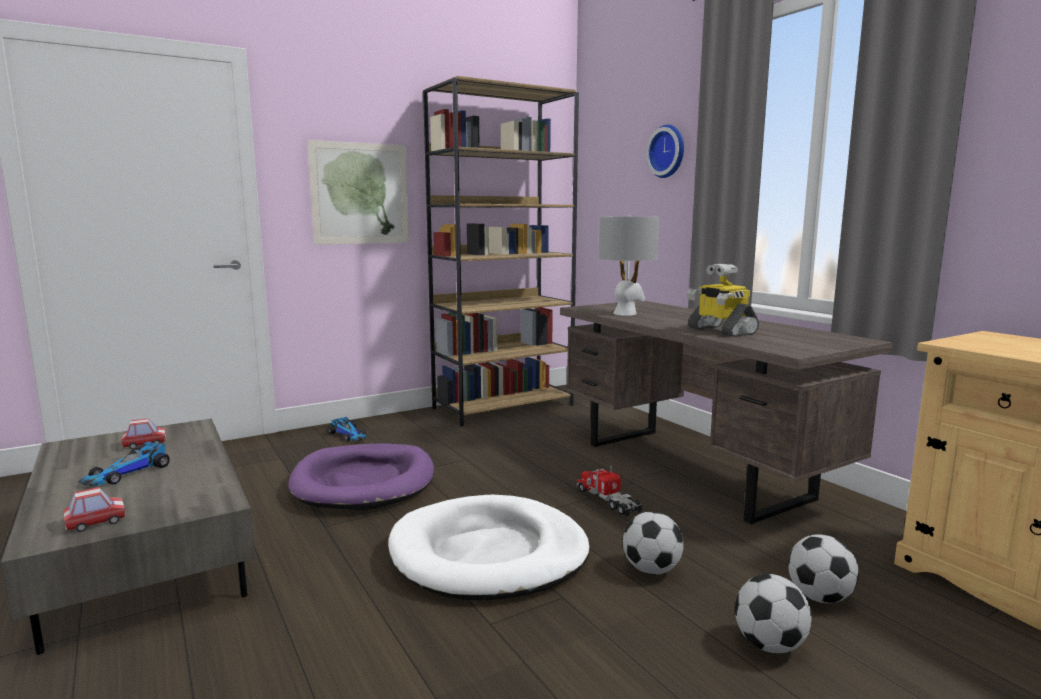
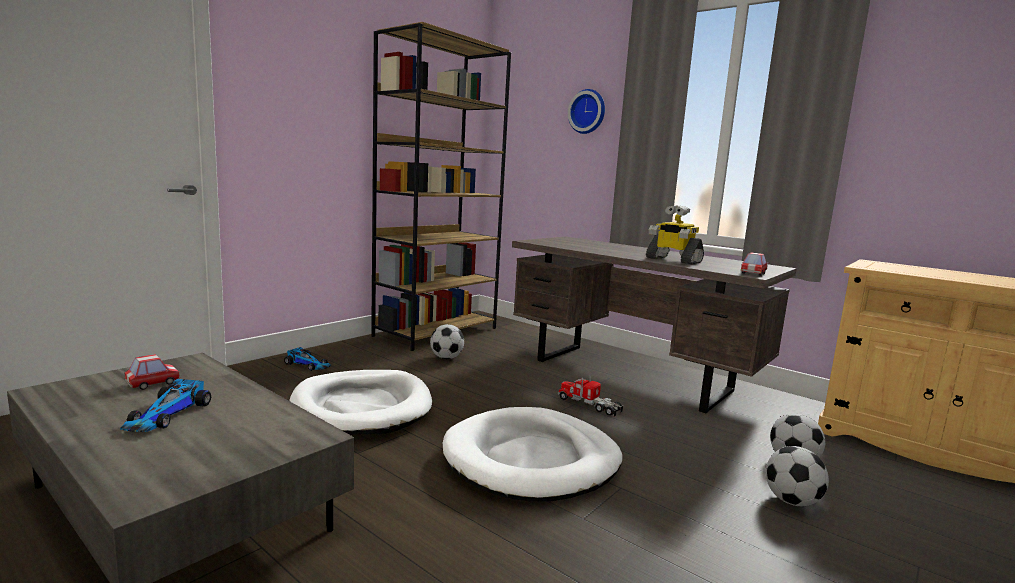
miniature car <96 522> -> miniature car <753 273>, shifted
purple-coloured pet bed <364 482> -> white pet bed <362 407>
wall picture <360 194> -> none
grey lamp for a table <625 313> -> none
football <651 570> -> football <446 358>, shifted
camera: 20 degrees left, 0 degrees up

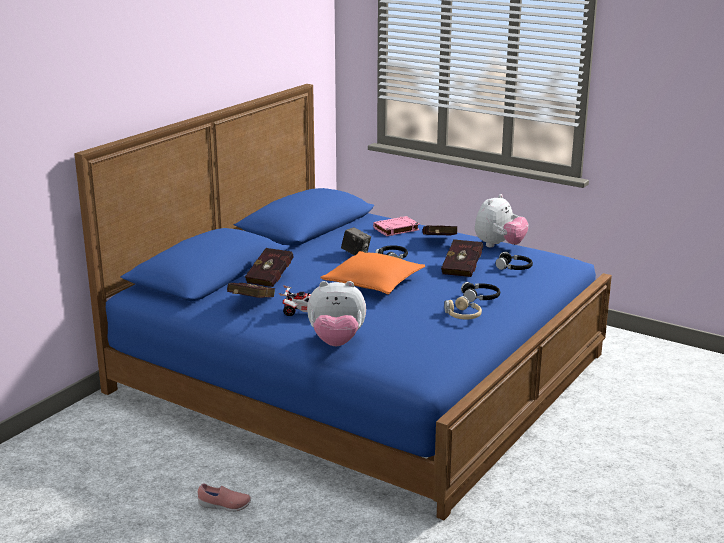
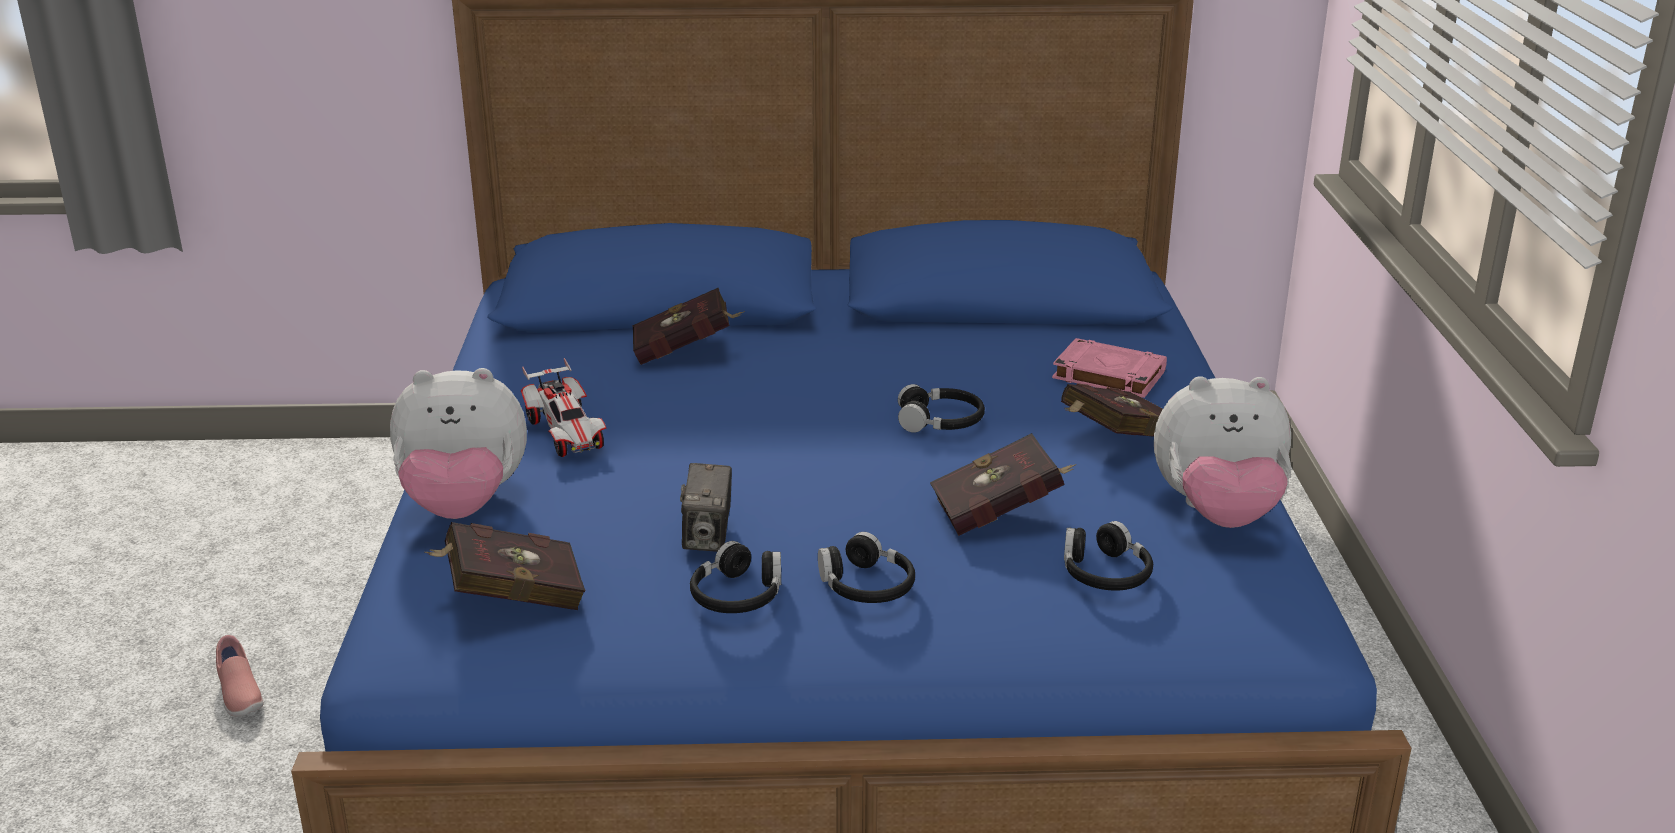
reddish bound book <250 303> -> reddish bound book <510 597>, shifted
plush toy <336 342> -> plush toy <464 505>, 60 degrees counterclockwise
orange pillow <373 283> -> none
photo camera <356 254> -> photo camera <708 538>, shifted
beige headset <462 315> -> black-coloured headset <738 595>
camera: 55 degrees right, 5 degrees up

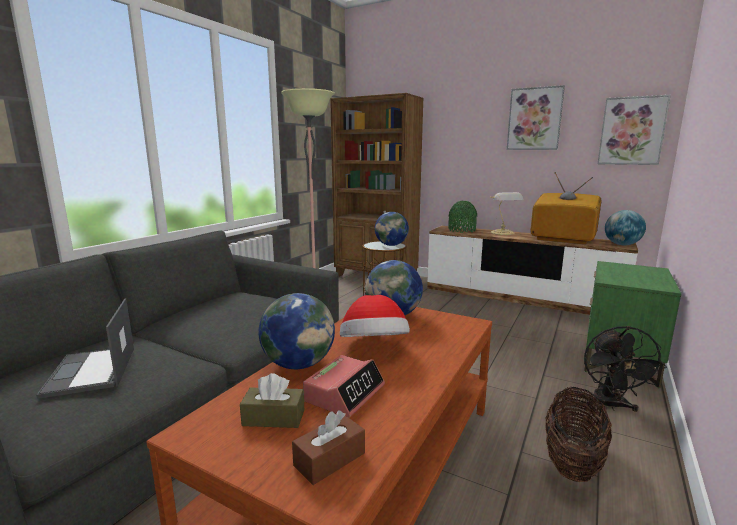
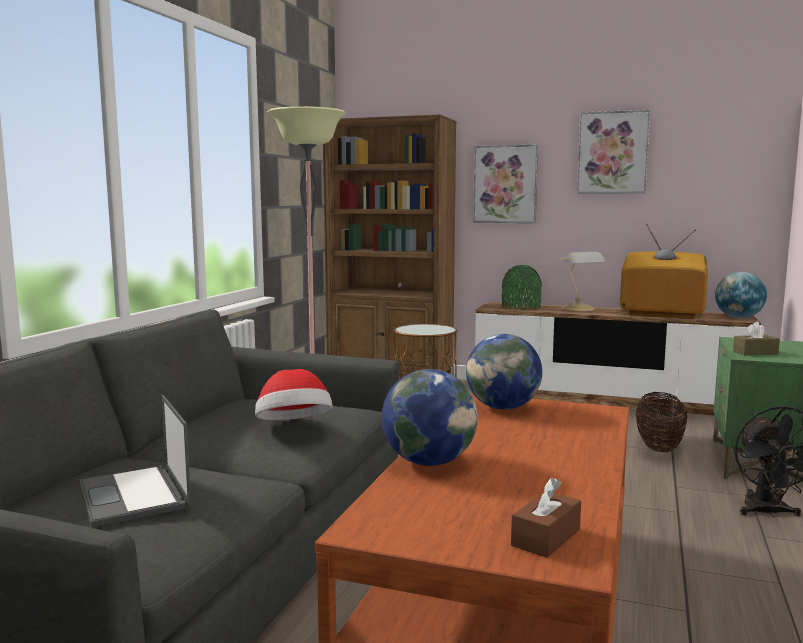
brown-coloured tissue box <273 418> -> brown-coloured tissue box <755 352>, shifted
bedside clock <345 393> -> none
wearable hat <374 347> -> wearable hat <294 428>, shifted
desk globe <391 245> -> none
storage basket <572 461> -> storage basket <659 447>, shifted
wall picture <632 131> -> wall picture <505 184>, shifted
camera: 10 degrees left, 5 degrees down

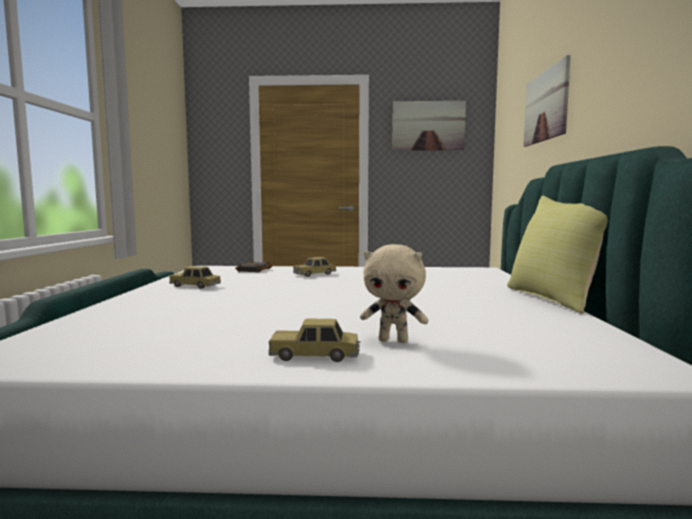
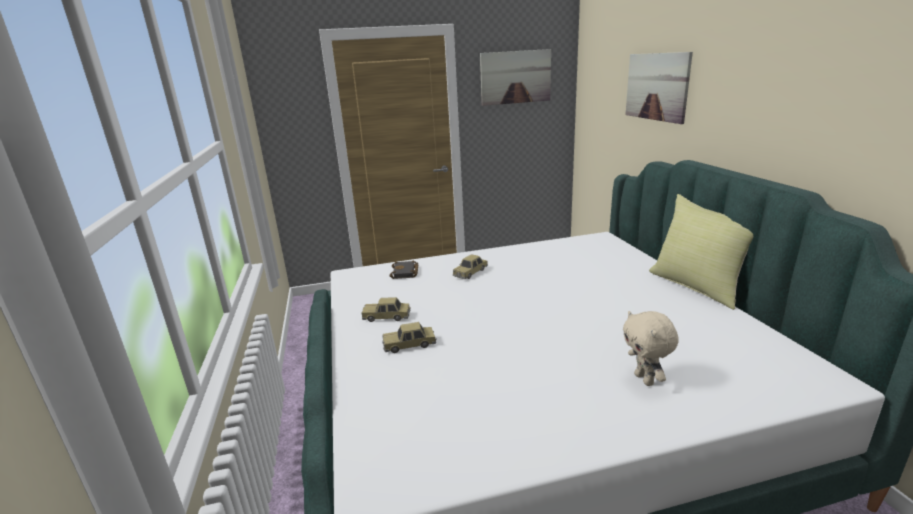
miniature car <315 355> -> miniature car <409 345>, shifted
beige plush toy <394 340> -> beige plush toy <645 379>, 75 degrees clockwise
camera: 15 degrees left, 15 degrees up

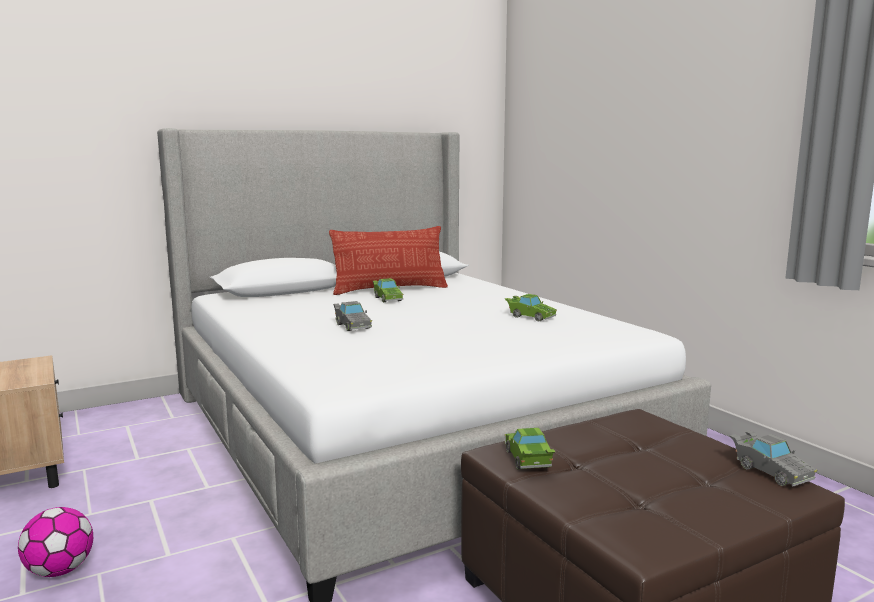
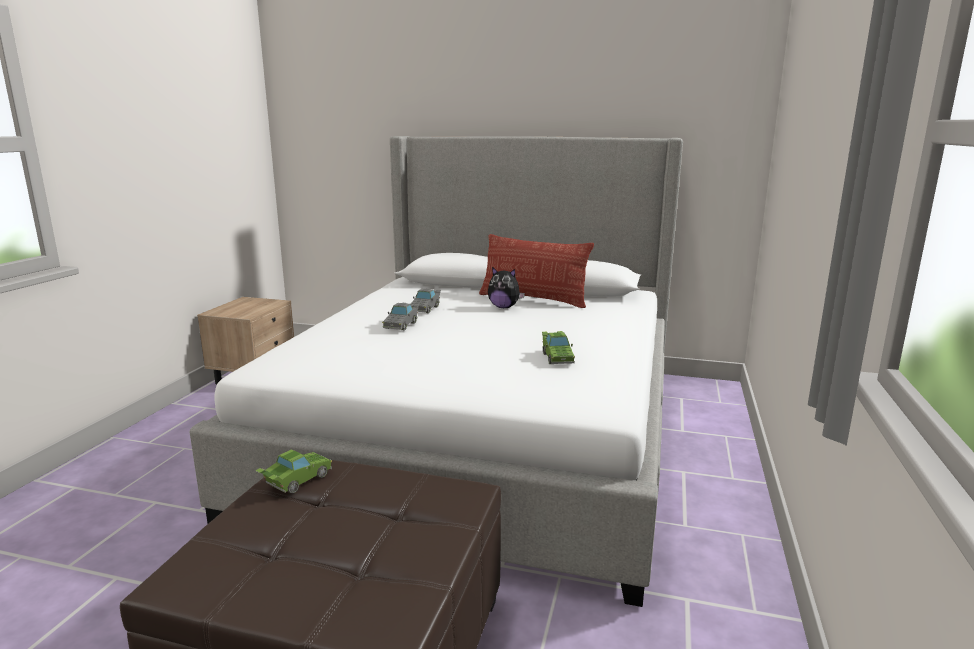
football <60 571> -> none
green miniature car <387 298> -> plush toy <504 307>
grey miniature car <769 471> -> grey miniature car <425 308>, shifted
camera: 45 degrees right, 5 degrees up

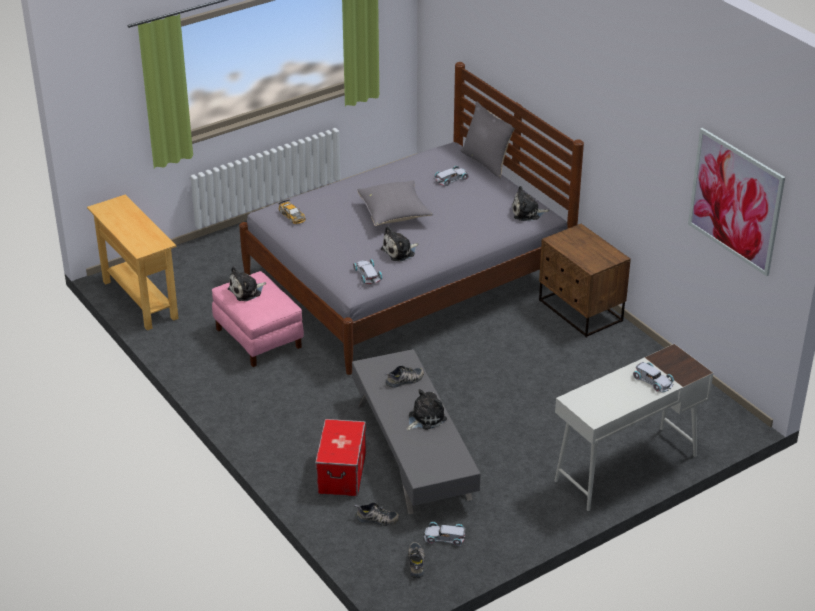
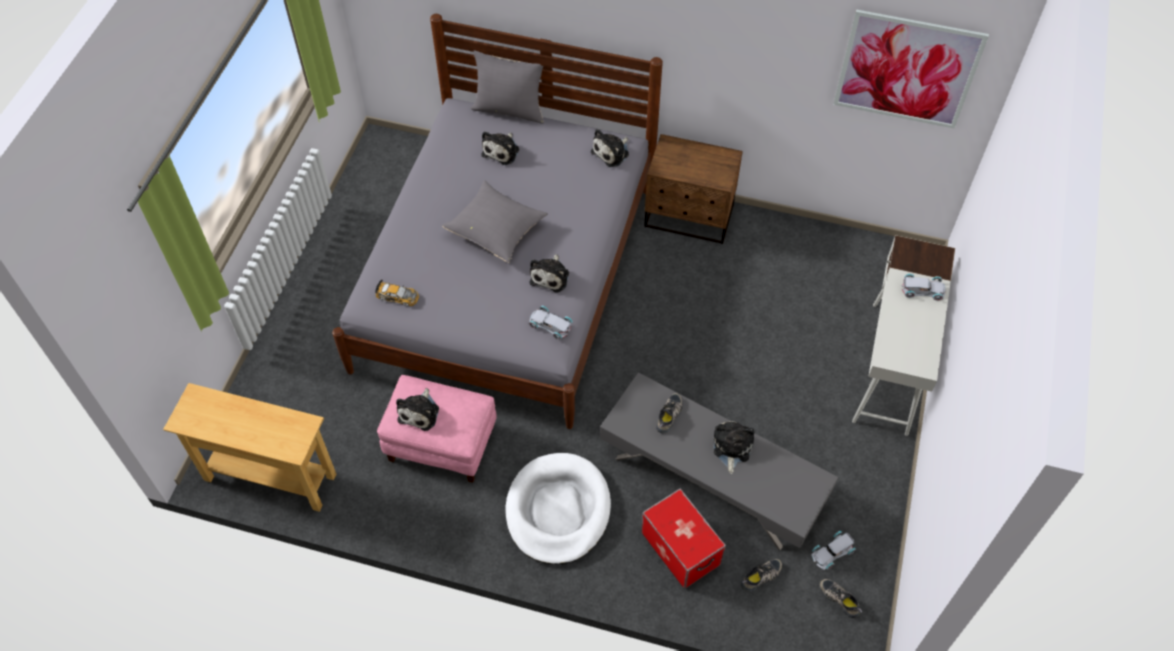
white miniature car <452 179> -> plush toy <502 151>
none -> white pet bed <558 510>
camera: 40 degrees left, 20 degrees up

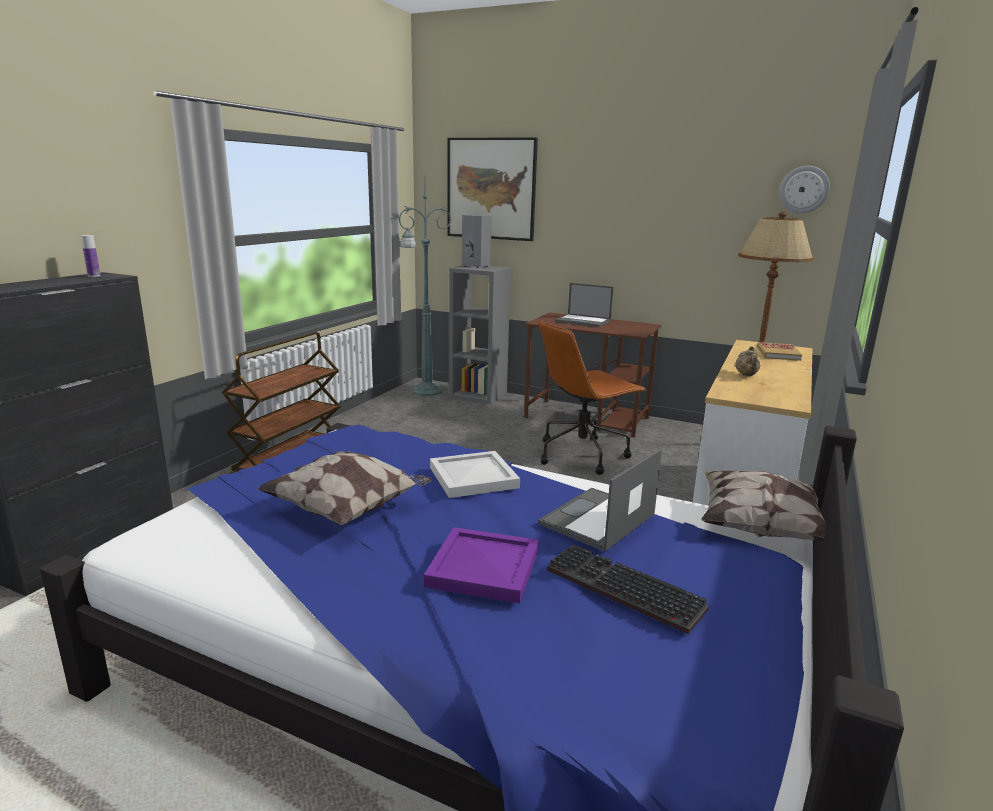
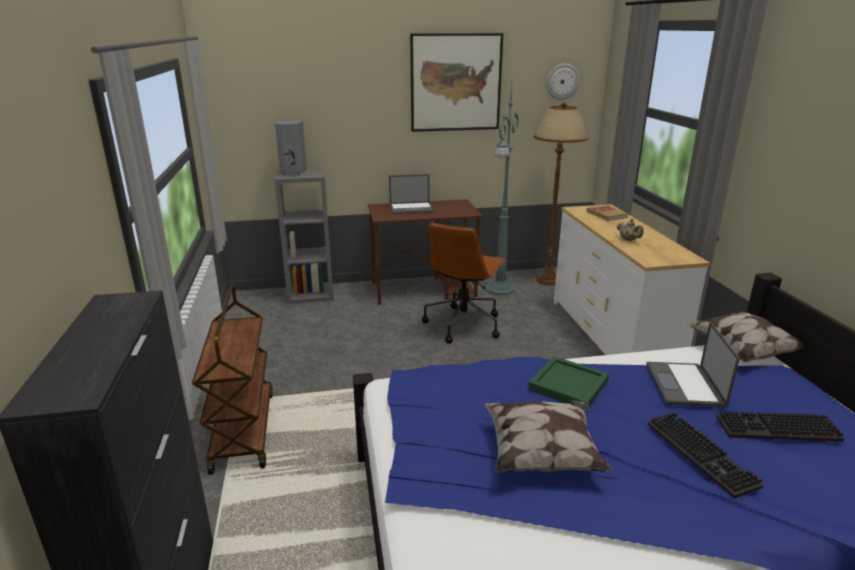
beverage bottle <94 276> -> none
green floor lamp <425 391> -> green floor lamp <499 289>, shifted
purple-coloured carrying tray <485 569> -> keyboard <703 455>
white carrying tray <474 477> -> green carrying tray <568 384>
wall picture <491 189> -> wall picture <455 83>, shifted
camera: 35 degrees left, 5 degrees up

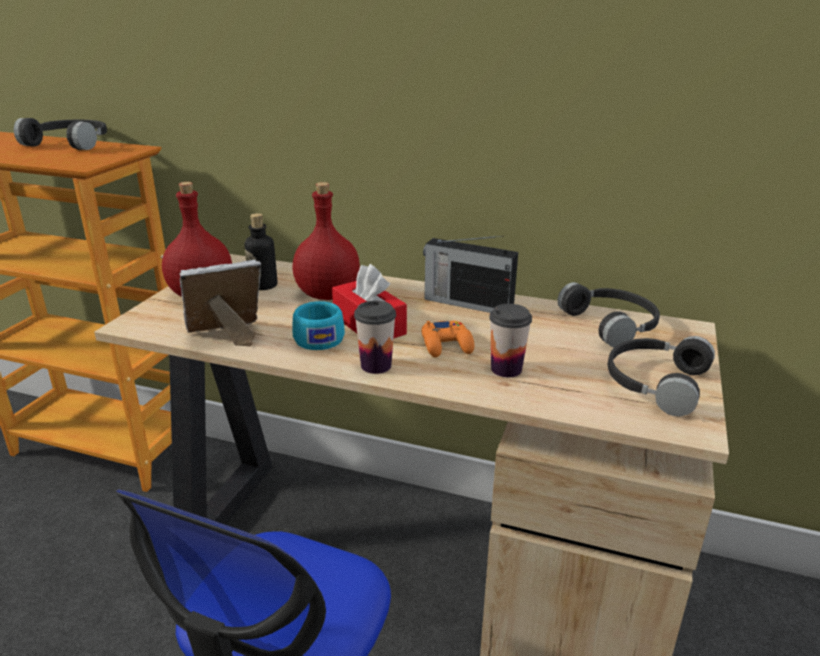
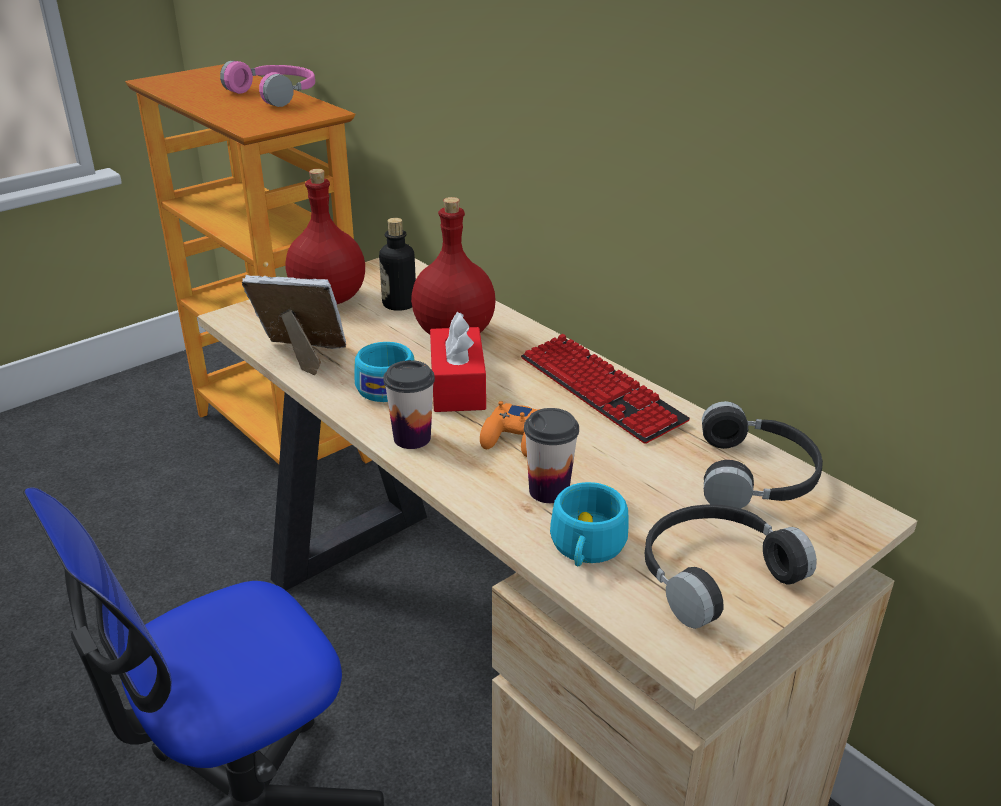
black-coloured headset <71 143> -> pinkish headset <276 94>
radio receiver <466 303> -> keyboard <600 390>
none -> turquoise small cup <586 548>
camera: 30 degrees right, 5 degrees up

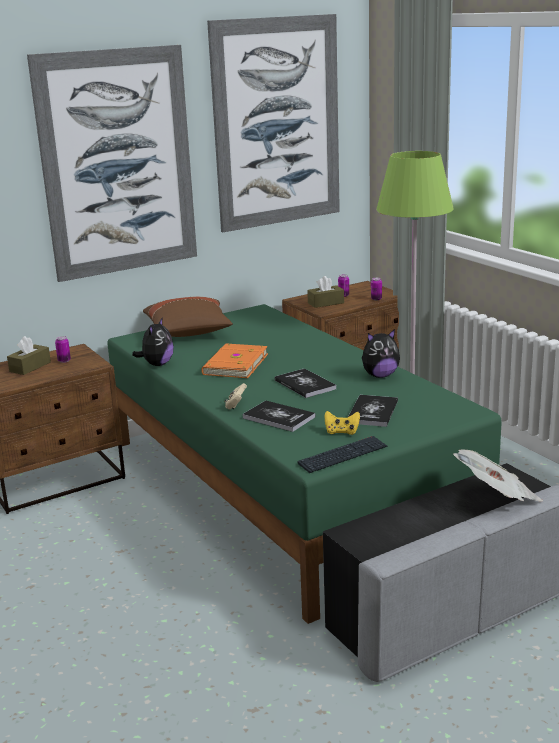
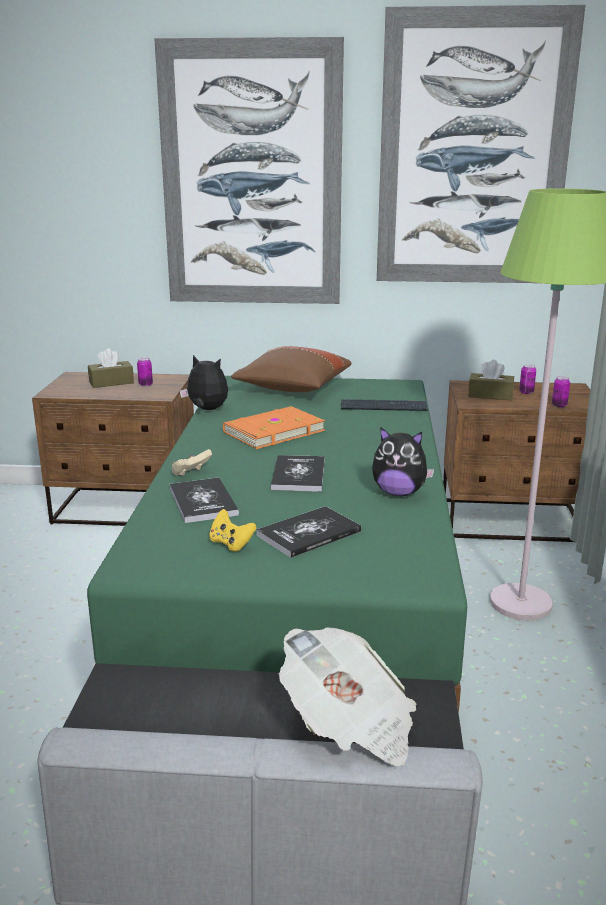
plush toy <157 364> -> plush toy <206 410>, 120 degrees counterclockwise
keyboard <343 456> -> keyboard <383 407>, shifted
camera: 35 degrees right, 0 degrees up

